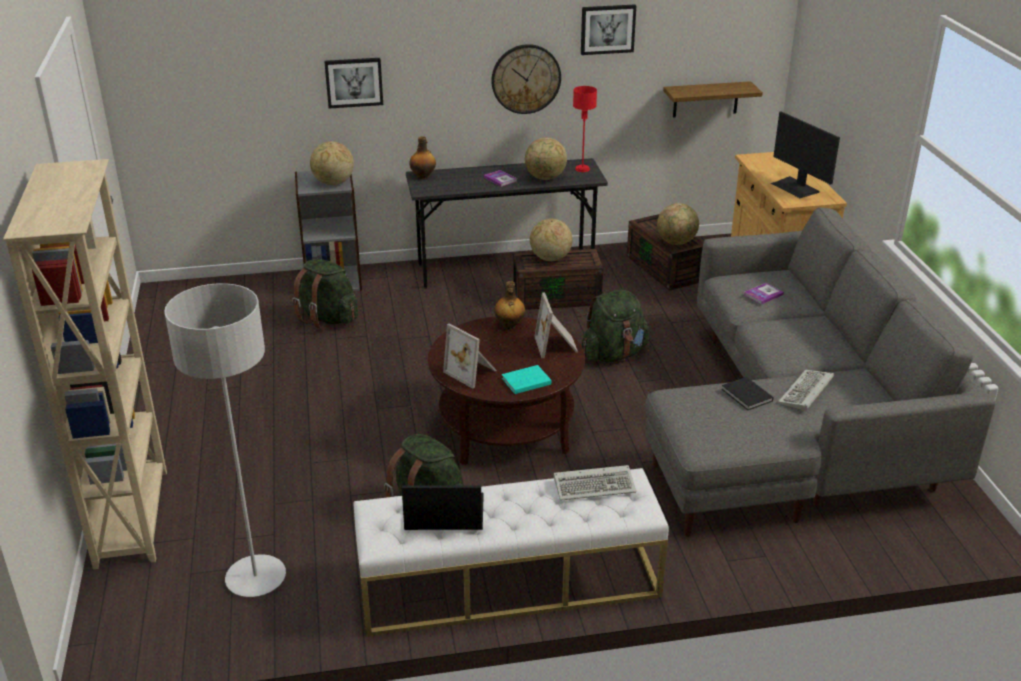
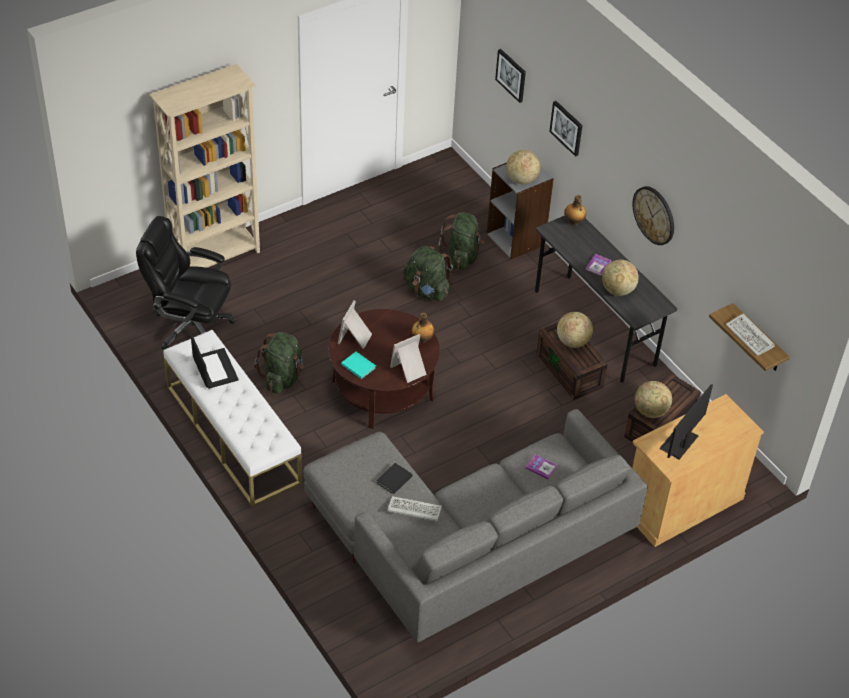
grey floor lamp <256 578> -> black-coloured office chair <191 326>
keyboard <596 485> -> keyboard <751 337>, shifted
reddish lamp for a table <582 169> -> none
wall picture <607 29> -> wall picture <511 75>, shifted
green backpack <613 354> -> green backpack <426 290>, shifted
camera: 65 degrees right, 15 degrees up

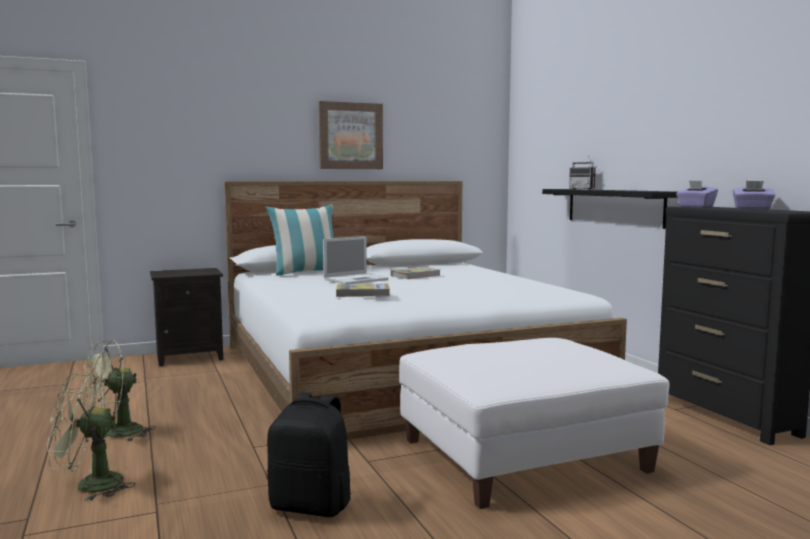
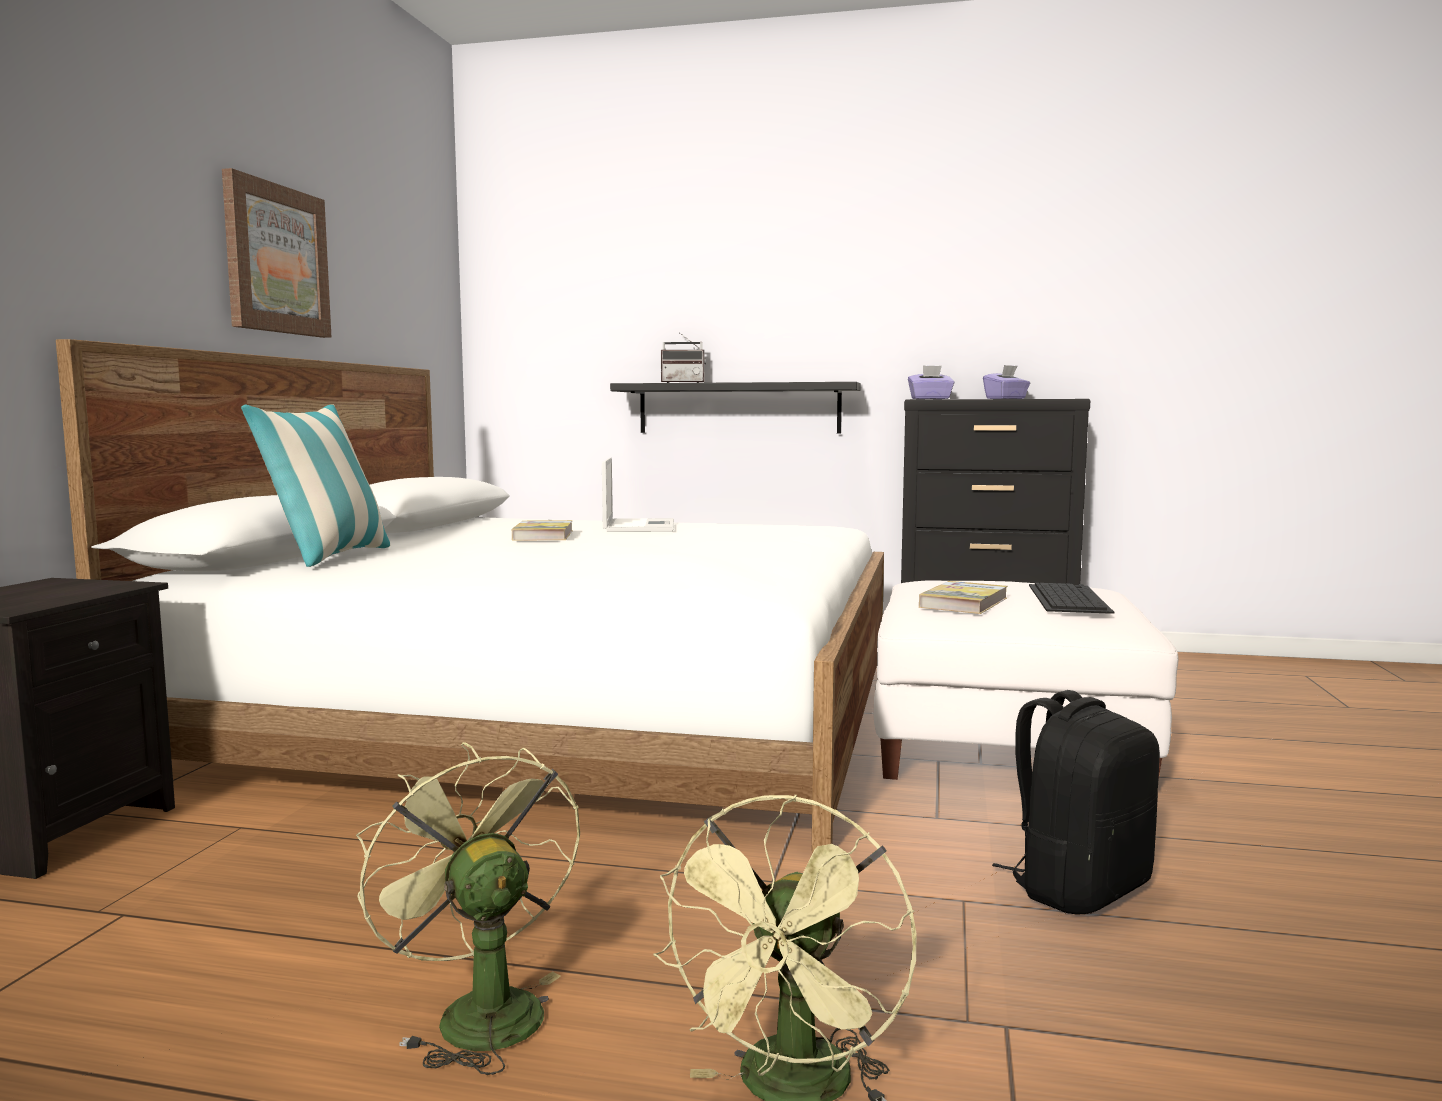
green fan <115 434> -> green fan <478 1011>, 150 degrees clockwise
laptop <356 279> -> laptop <639 526>, shifted
bound book <362 293> -> bound book <963 602>, shifted
none -> keyboard <1067 598>
camera: 55 degrees left, 0 degrees up

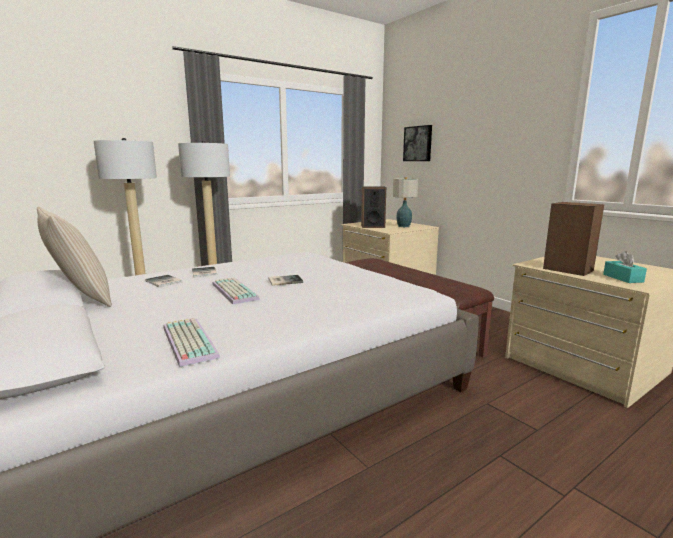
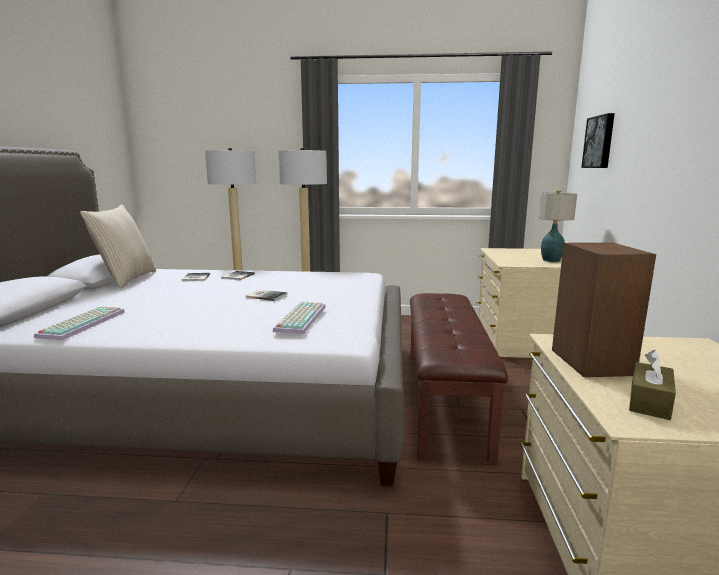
keyboard <233 291> -> keyboard <300 318>, shifted
loudspeaker <372 226> -> none
turquoise tissue box <623 278> -> brown-coloured tissue box <649 401>
camera: 40 degrees right, 0 degrees up

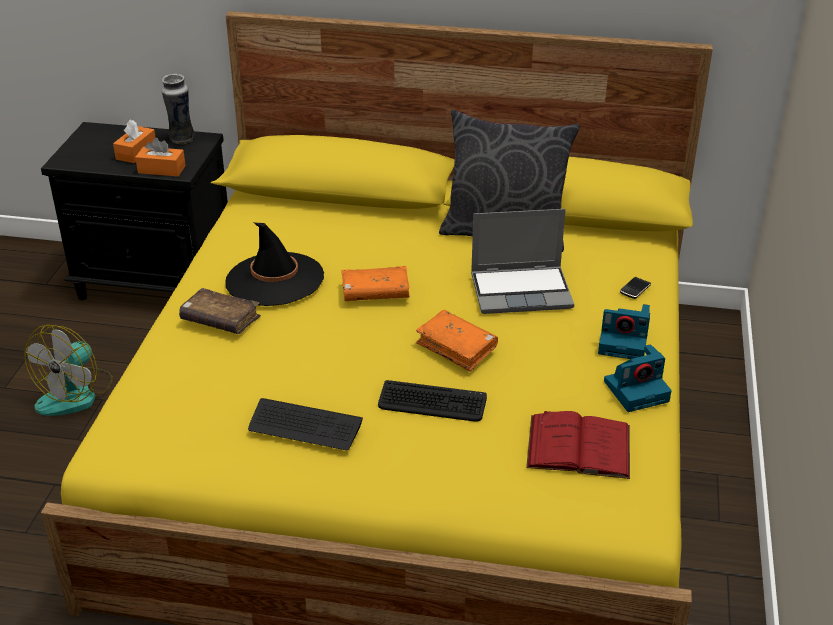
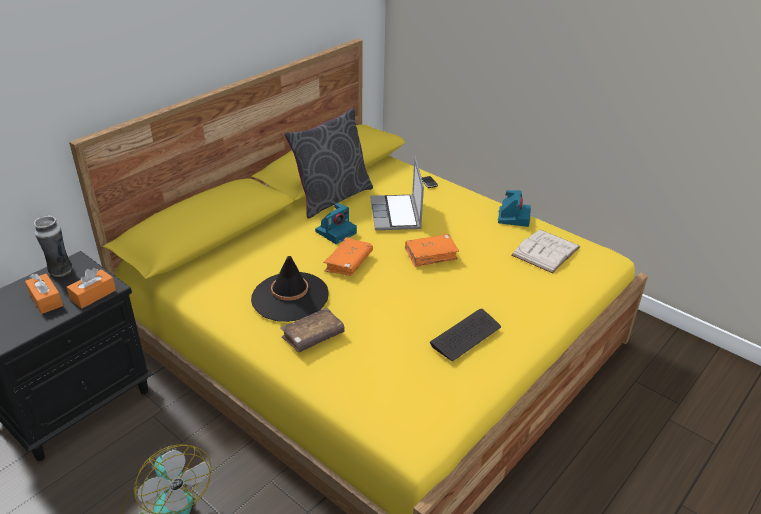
keyboard <432 403> -> none
laptop <522 291> -> laptop <396 214>, 150 degrees clockwise
reddish bound book <579 446> -> white bound book <546 251>
photo camera <624 343> -> photo camera <336 231>, shifted
camera: 60 degrees left, 0 degrees up

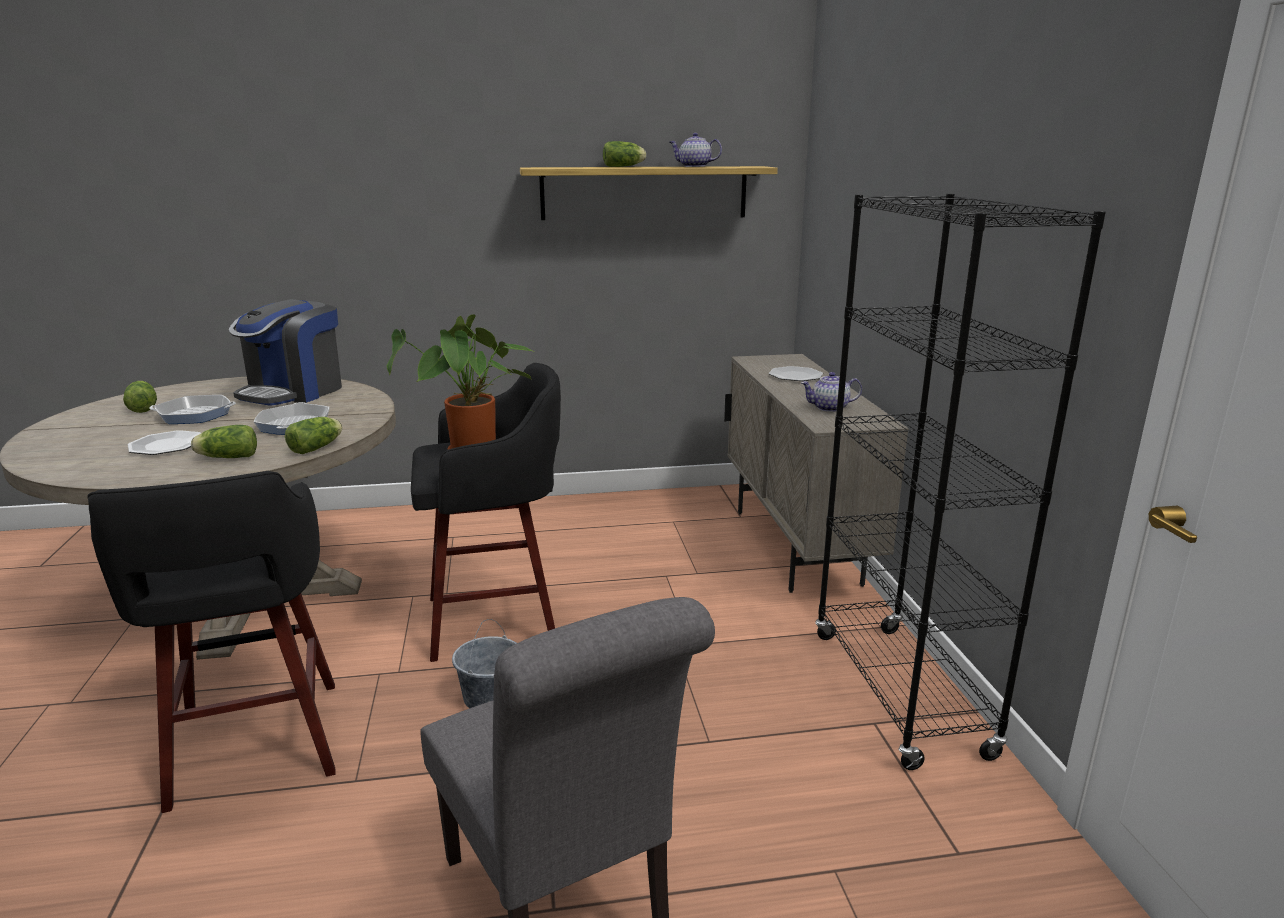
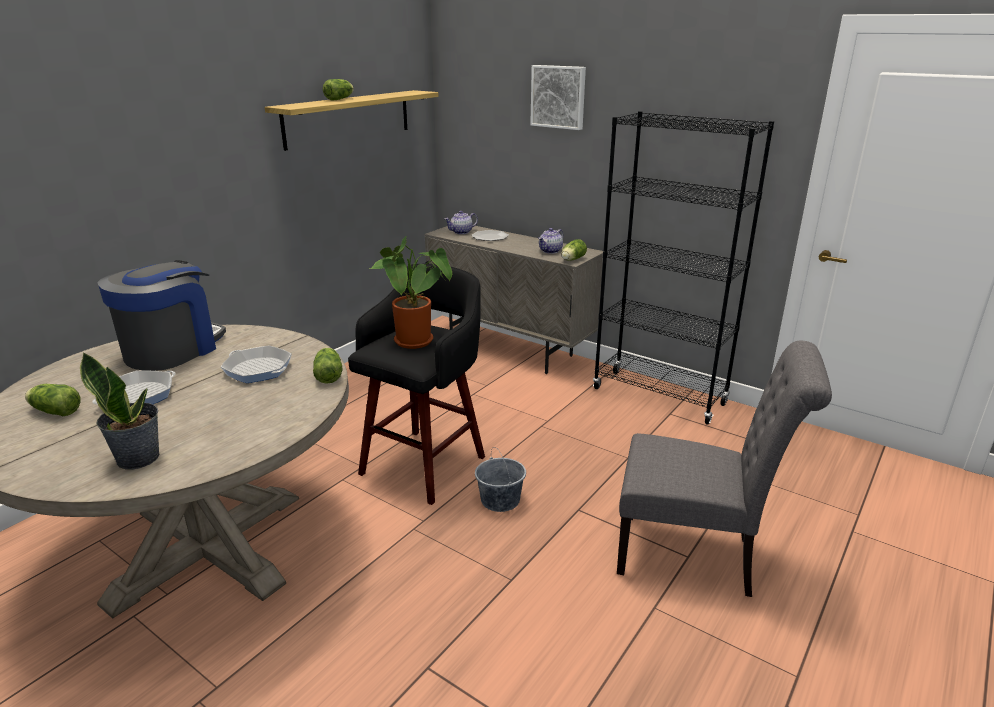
black-coloured stool <255 747> -> none
dinner plate <166 445> -> none
lettuce head <226 457> -> lettuce head <572 259>, shifted
coffee brewer <294 392> -> coffee brewer <172 349>, 135 degrees counterclockwise
pot for tea <694 166> -> pot for tea <461 232>, shifted
none -> houseplant <139 457>
none -> wall picture <558 97>
camera: 45 degrees left, 5 degrees up

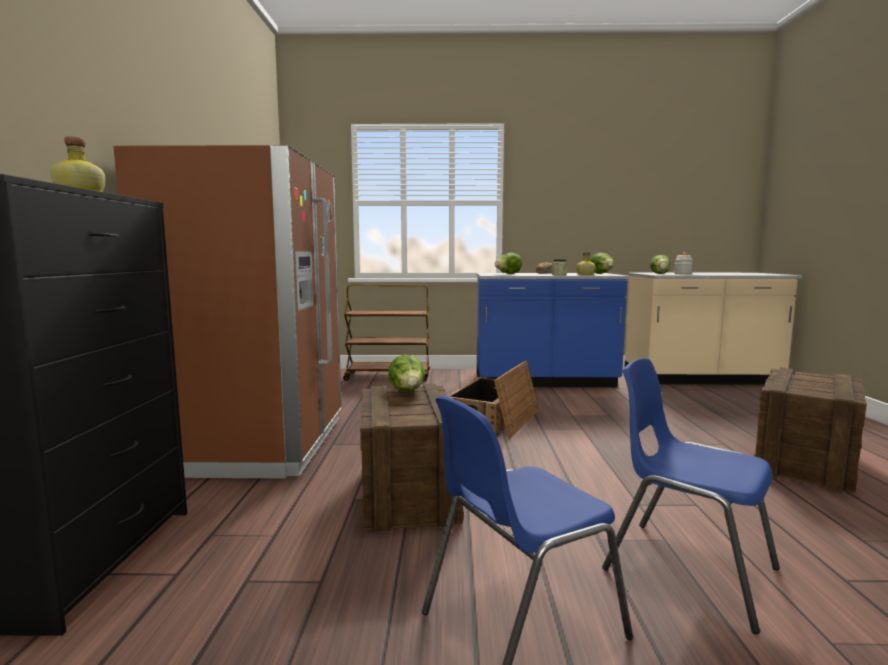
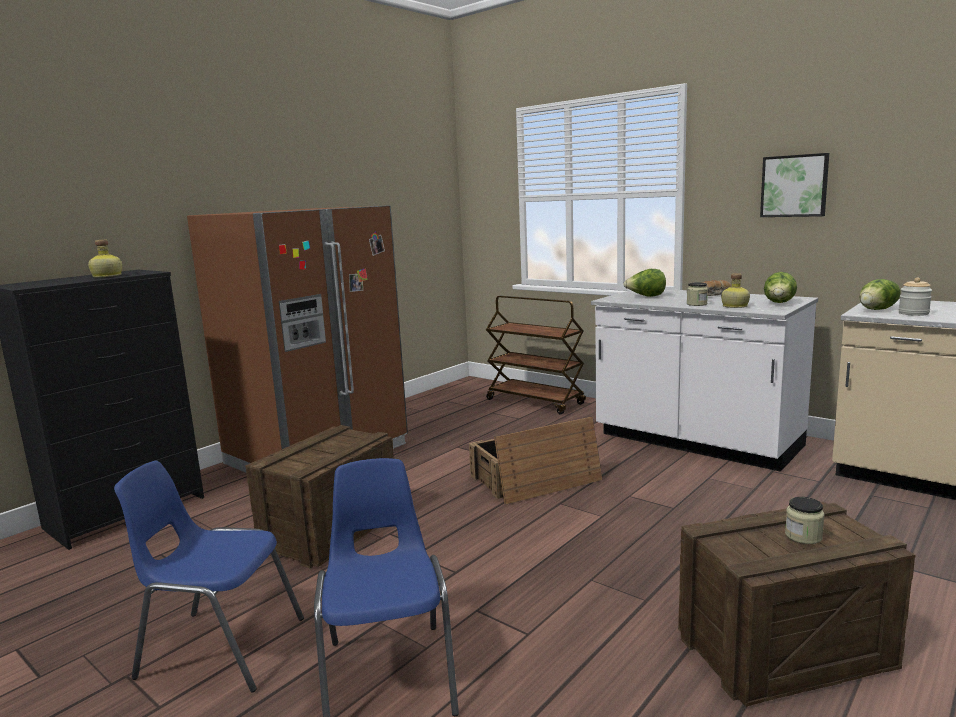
lettuce head <408 392> -> none
blue-coloured counter <544 381> -> white counter <696 442>
none -> wall picture <794 186>
none -> jar <803 536>
camera: 40 degrees right, 5 degrees up

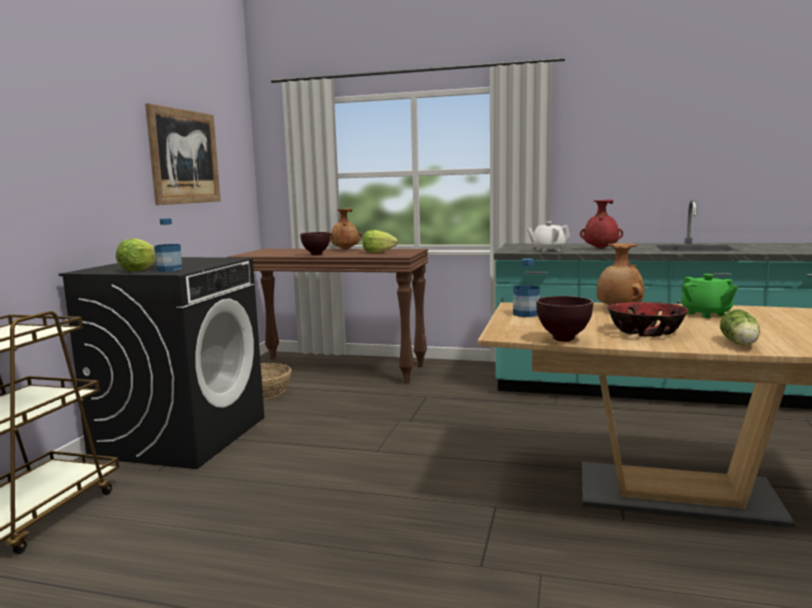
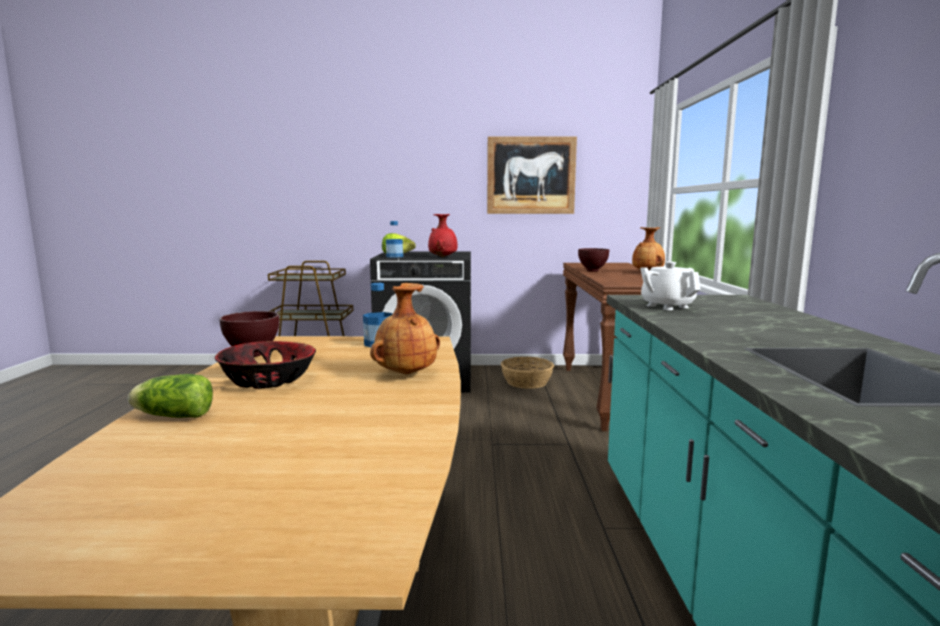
lettuce head <378 252> -> none
reddish flower vase <600 248> -> reddish flower vase <443 257>, shifted
green pot for tea <706 314> -> none
camera: 75 degrees right, 0 degrees up

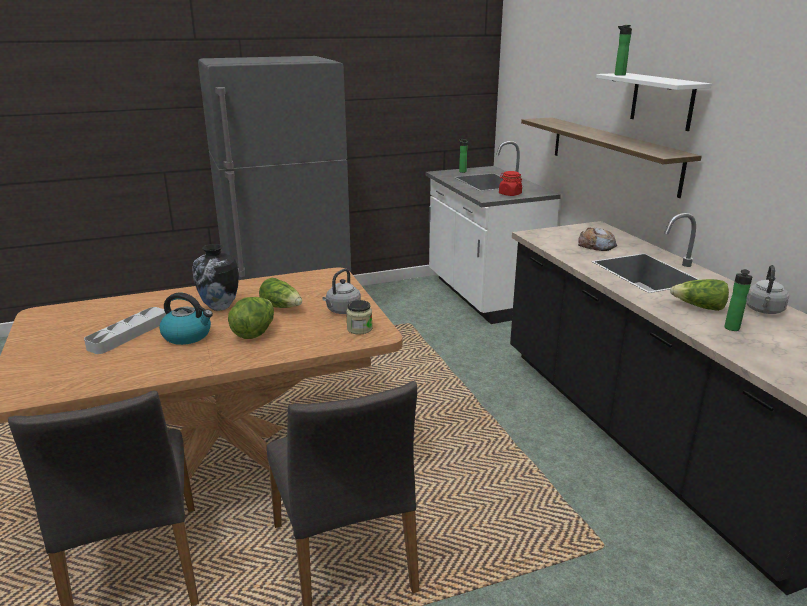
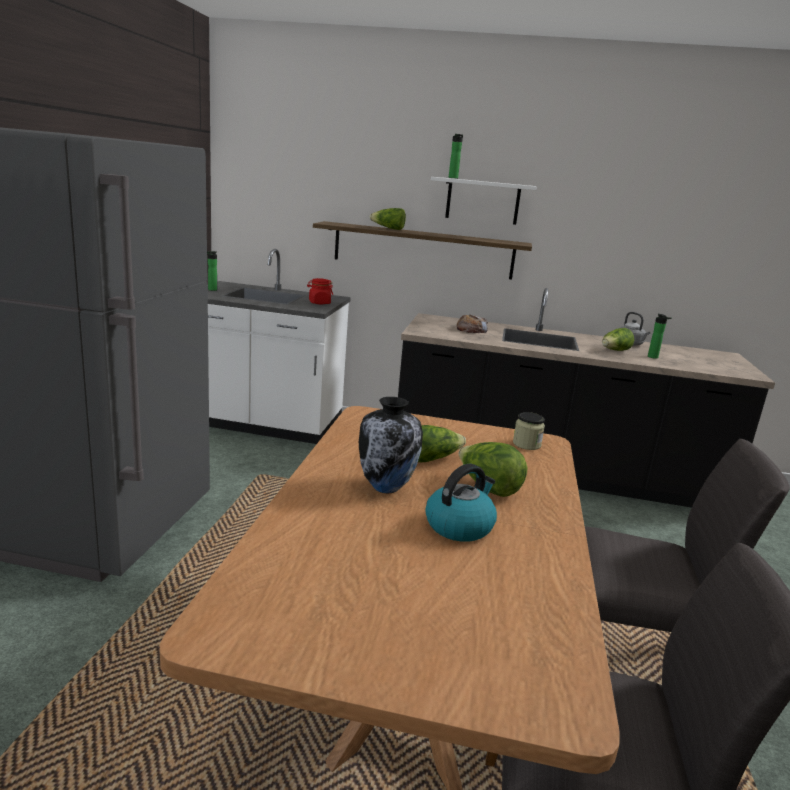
grey carrying tray <128 334> -> none
grey tea kettle <342 311> -> none
none -> lettuce head <388 228>
camera: 60 degrees left, 5 degrees down

